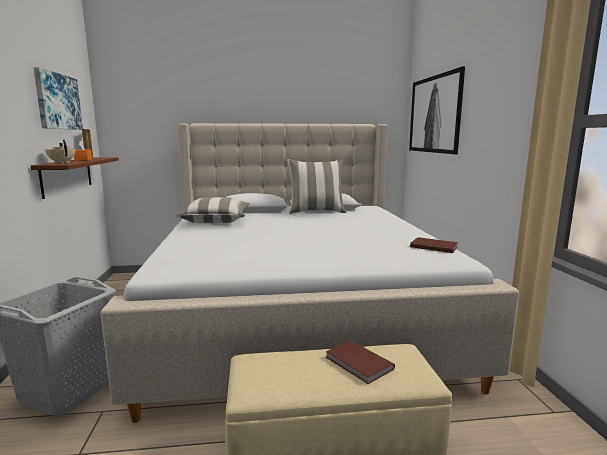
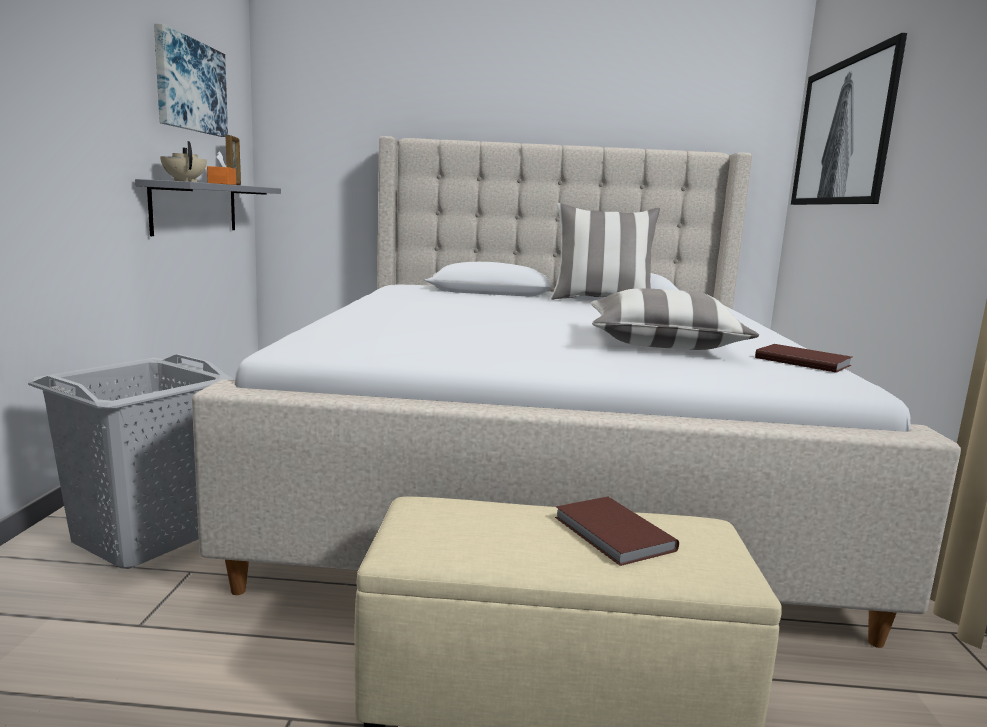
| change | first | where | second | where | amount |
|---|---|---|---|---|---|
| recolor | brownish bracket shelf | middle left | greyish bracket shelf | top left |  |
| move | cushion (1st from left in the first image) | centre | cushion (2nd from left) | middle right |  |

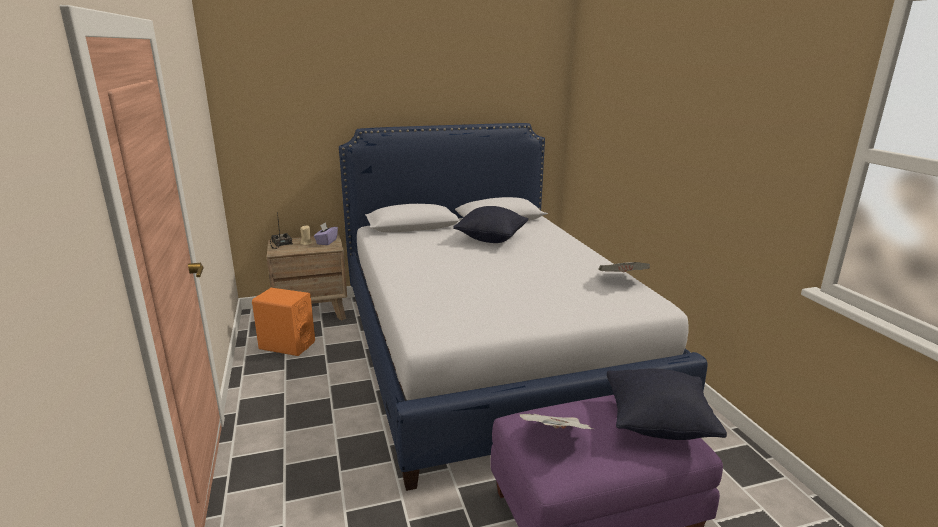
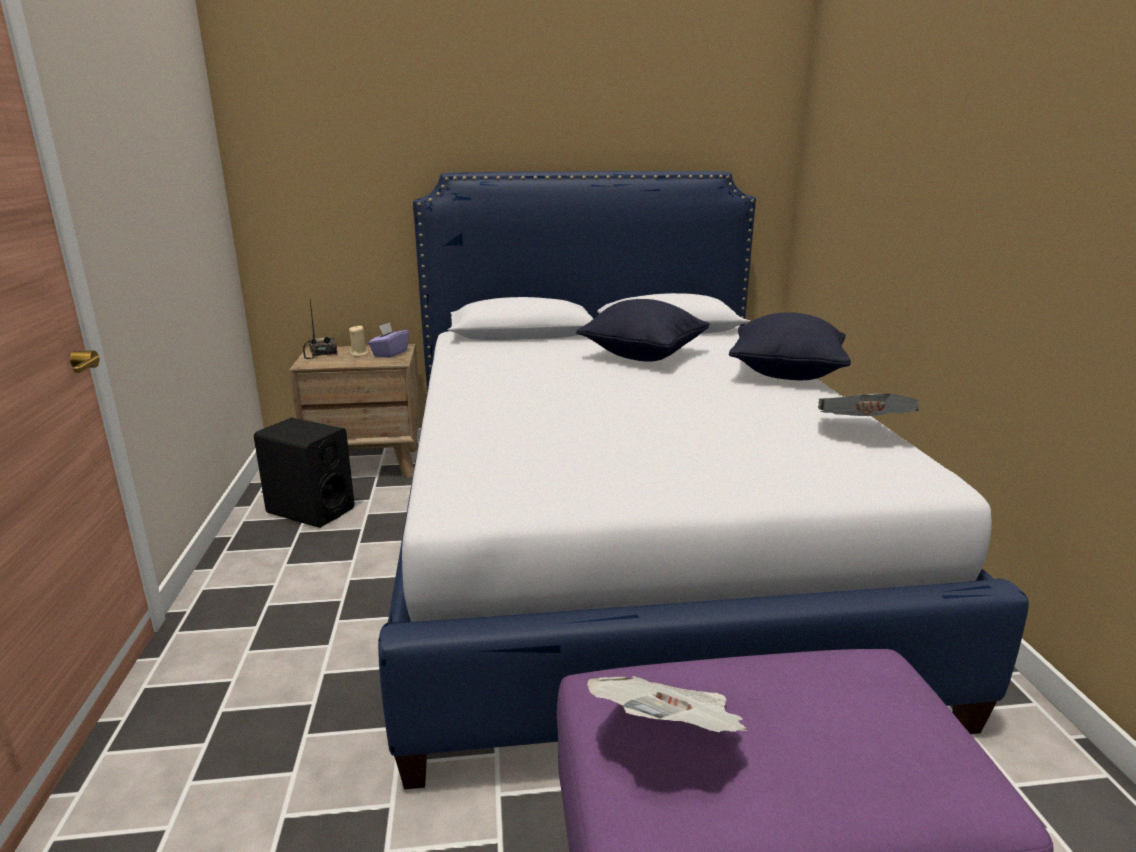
| change | first | where | second | where | amount |
|---|---|---|---|---|---|
| recolor | orange audio speaker | middle left | blackish audio speaker | middle left |  |
| move | blackish cushion (2nd from left) | bottom right |  | middle right |  |

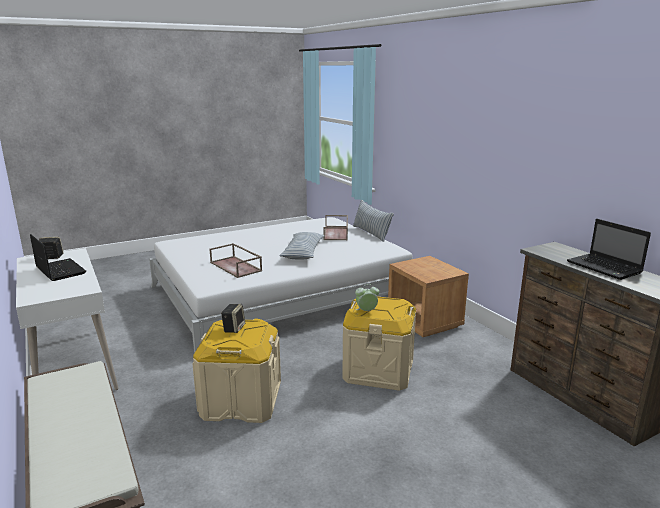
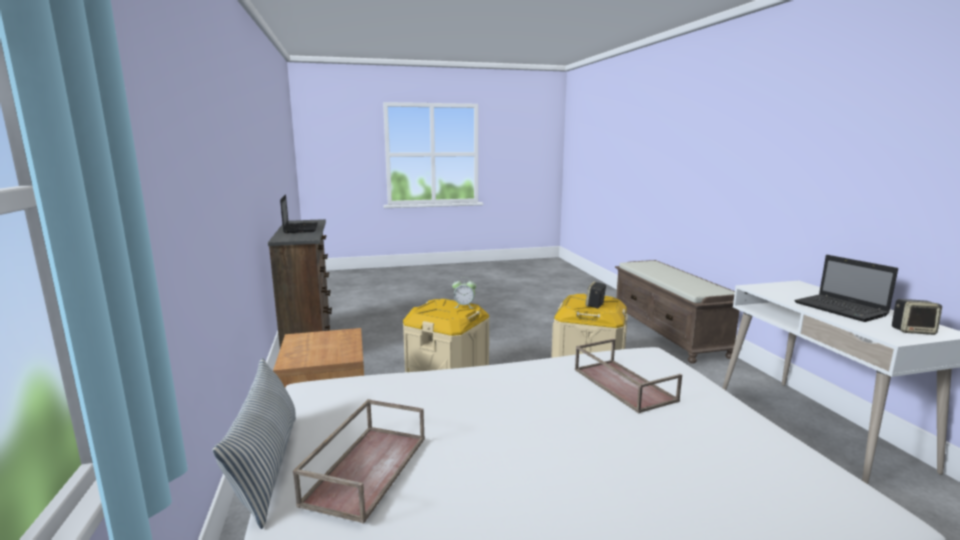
| change | first | where | second | where | amount |
|---|---|---|---|---|---|
| delete | cushion (1st from left) | centre |  |  |  |

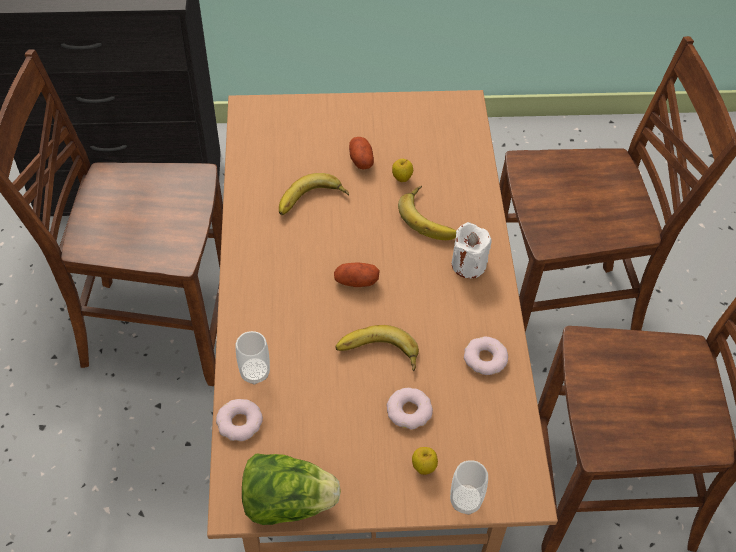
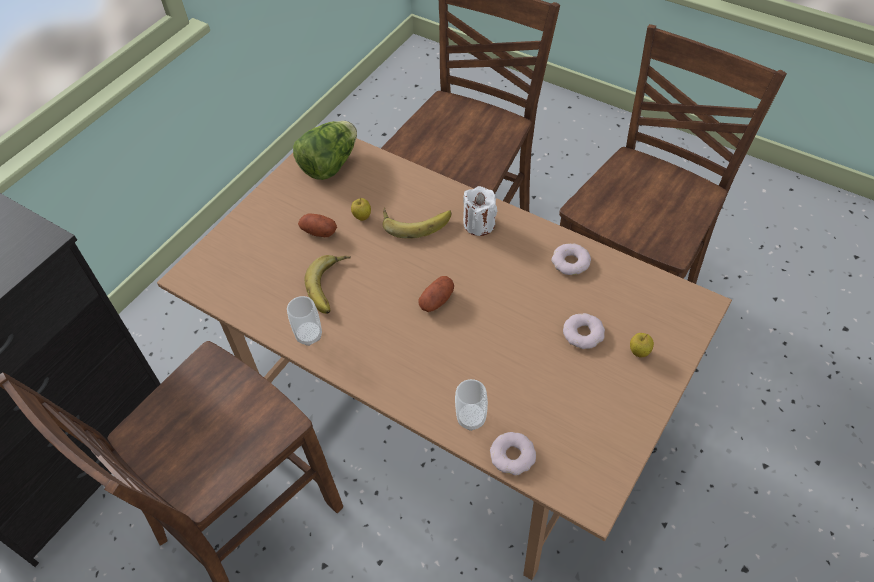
| change | first | where | second | where | amount |
|---|---|---|---|---|---|
| move | head of lettuce | bottom centre |  | top centre |  |
| delete | banana (2nd from left) | centre |  |  |  |
| move | drinking cup (2nd from left in the first image) | bottom centre | drinking cup (1st from left) | centre |  |

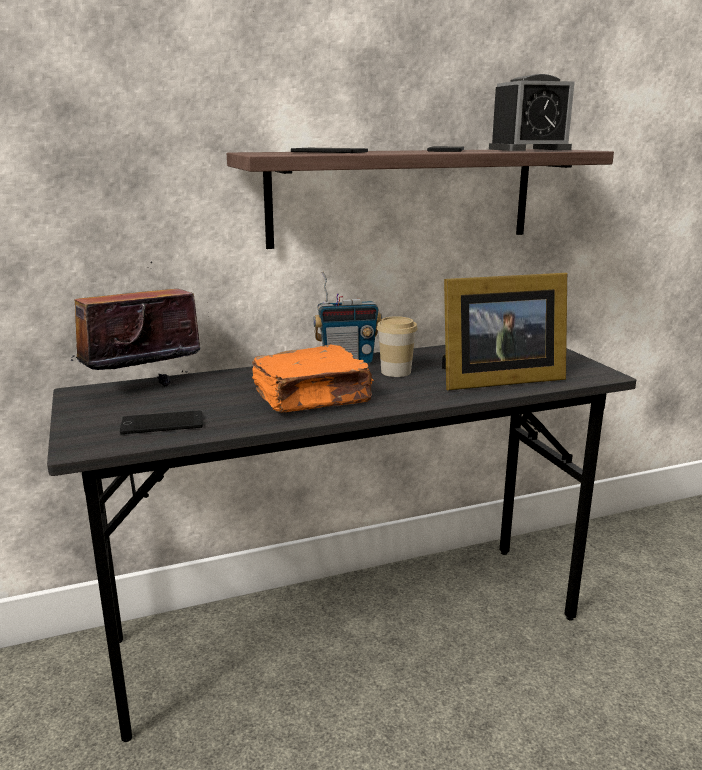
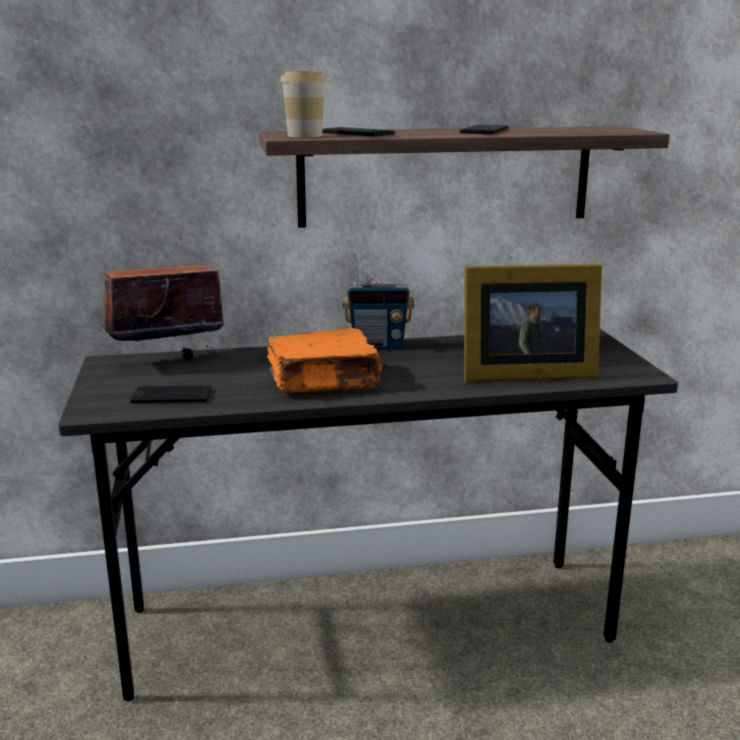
| change | first | where | second | where | amount |
|---|---|---|---|---|---|
| move | drinking cup | centre |  | top centre |  |
| delete | alarm clock | top right |  |  |  |

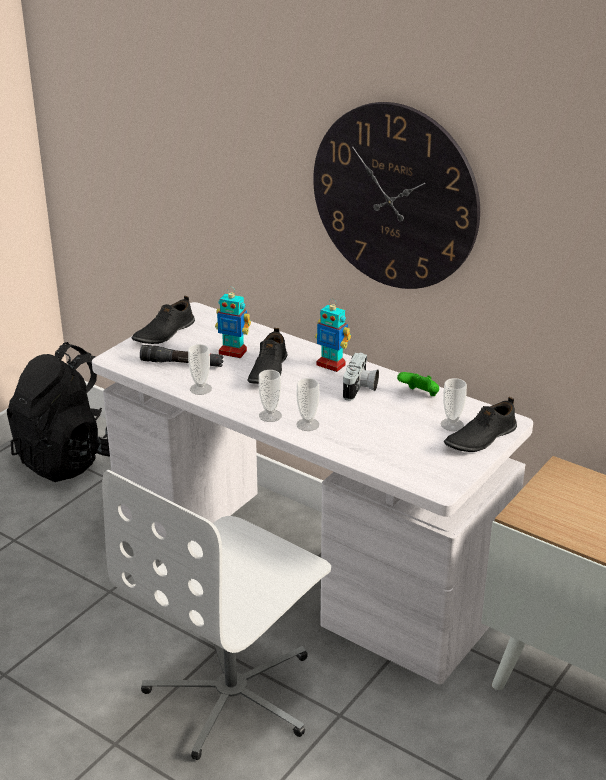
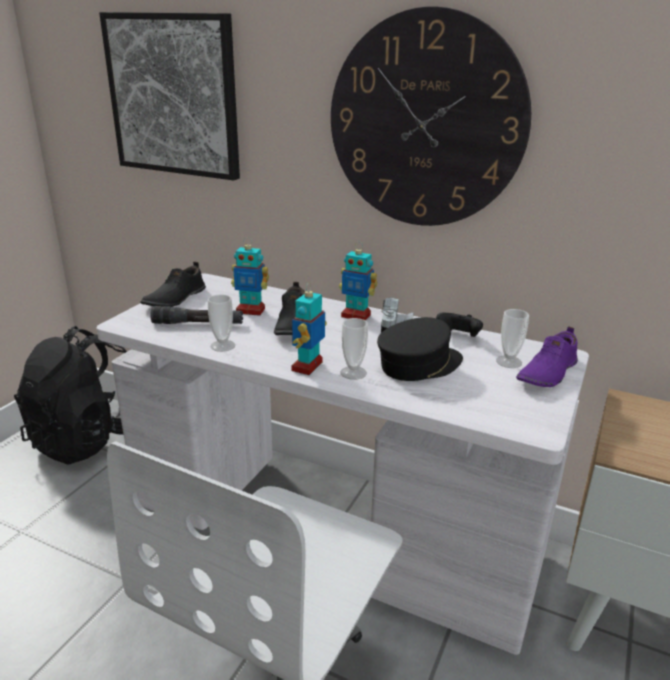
| change | first | where | second | where | amount |
|---|---|---|---|---|---|
| replace | drinking cup (2nd from left) | centre | toy robot (2nd from left) | centre |  |
| recolor | green joypad | middle right | blackish joypad | middle right |  |
| recolor | blackish low shoe (3rd from left) | middle right | purple-coloured low shoe | middle right |  |
| insert |  |  | wall art | top left |  |
| insert |  |  | blackish peaked cap | centre |  |

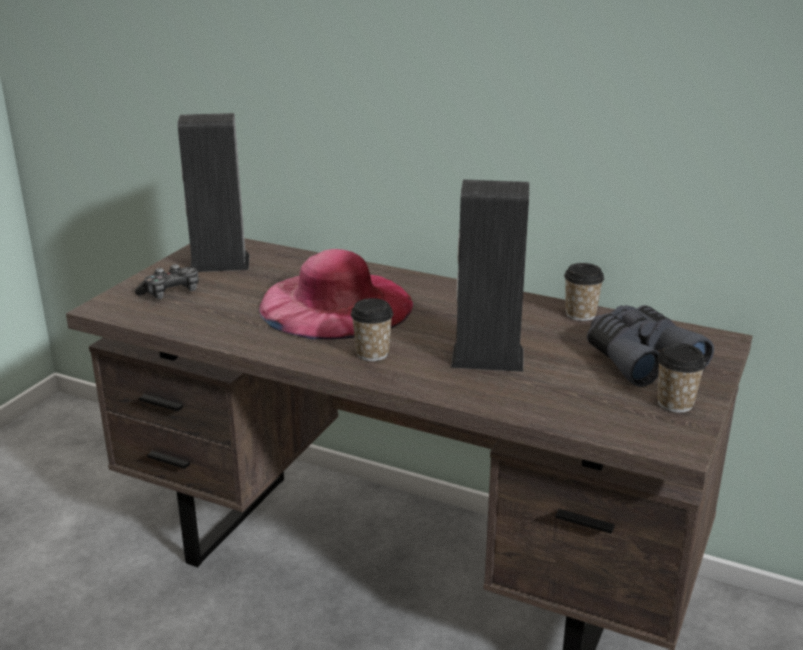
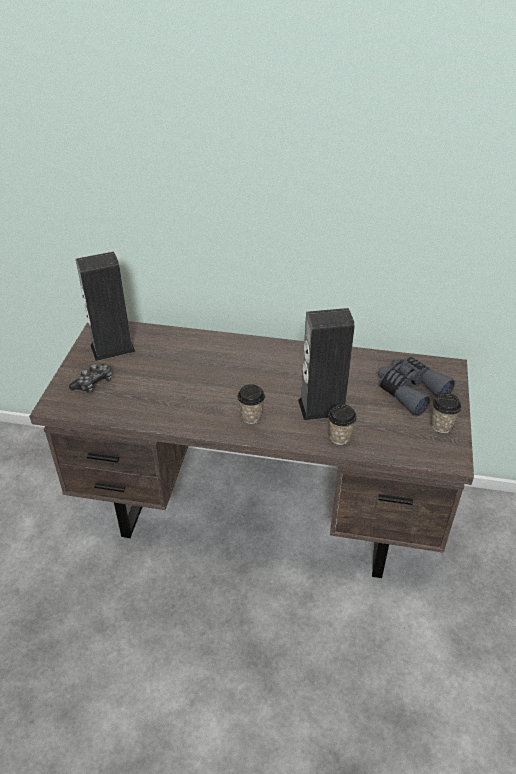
| change | first | where | second | where | amount |
|---|---|---|---|---|---|
| delete | pink-coloured wearable hat | centre |  |  |  |
| move | drinking cup (2nd from left) | middle right |  | centre |  |

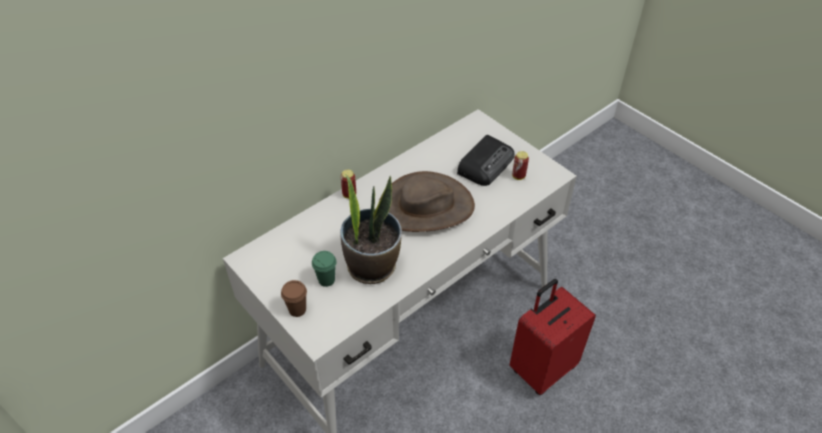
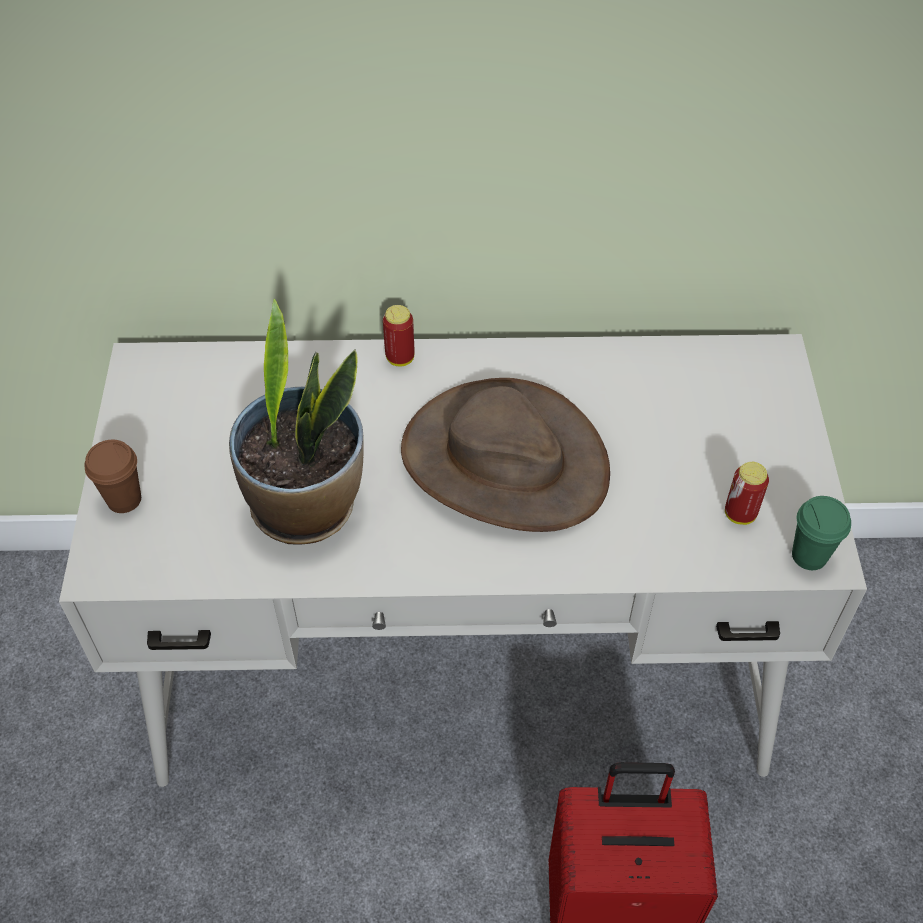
| change | first | where | second | where | amount |
|---|---|---|---|---|---|
| move | green drinking cup | centre |  | middle right |  |
| delete | radio set | centre |  |  |  |

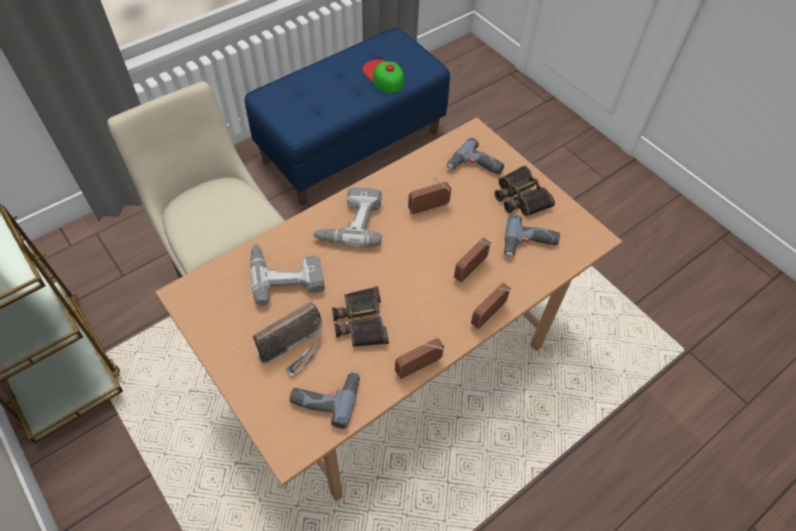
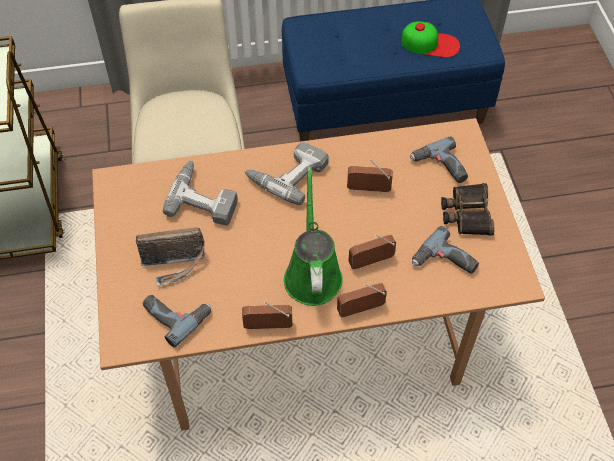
| change | first | where | second | where | amount |
|---|---|---|---|---|---|
| delete | field glasses (1st from left) | centre |  |  |  |
| rotate | peaked cap | top centre |  | top right | 105 degrees clockwise |
| insert |  |  | green watering can | centre |  |

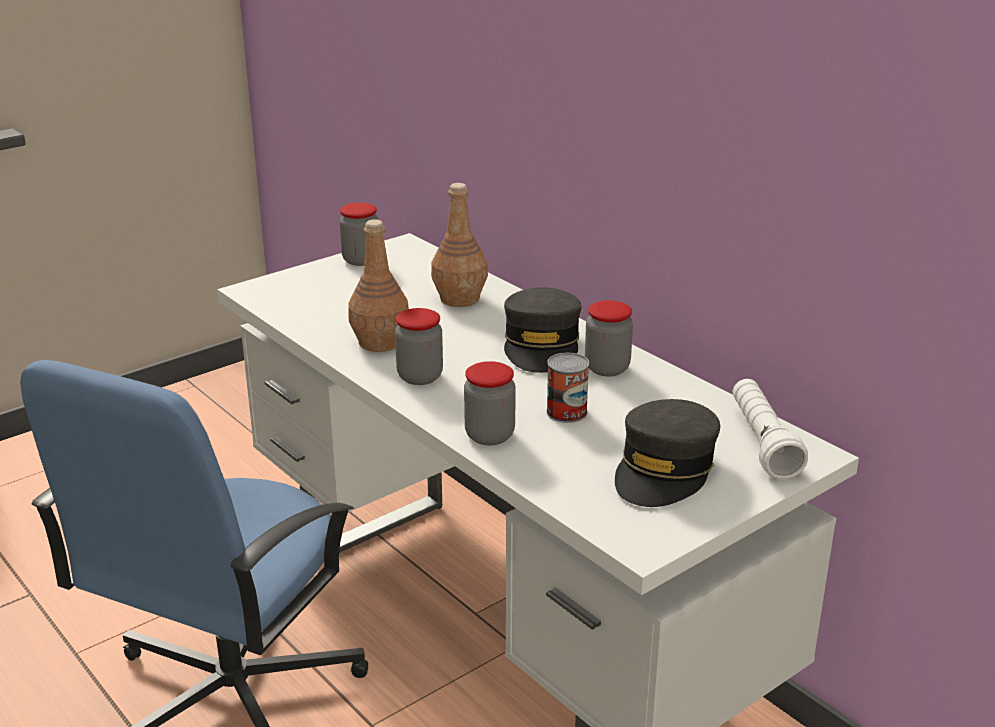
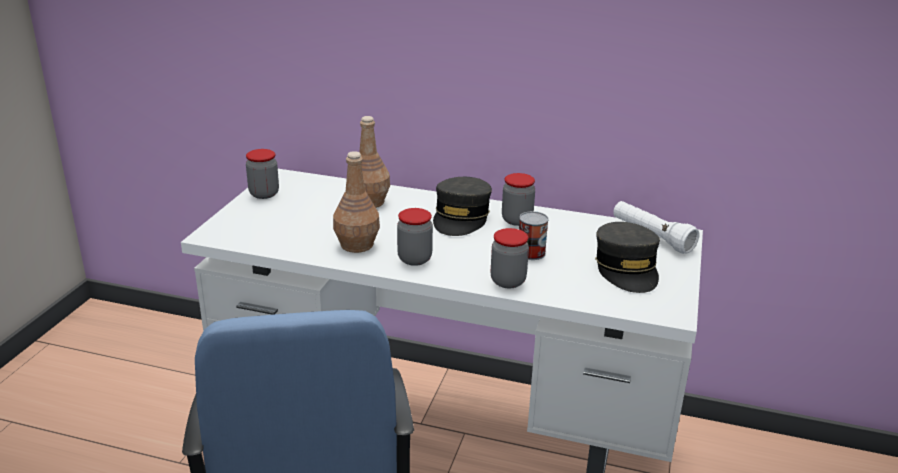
| change | first | where | second | where | amount |
|---|---|---|---|---|---|
| rotate | greyish peaked cap (1st from left) | centre |  | centre | 45 degrees clockwise |

